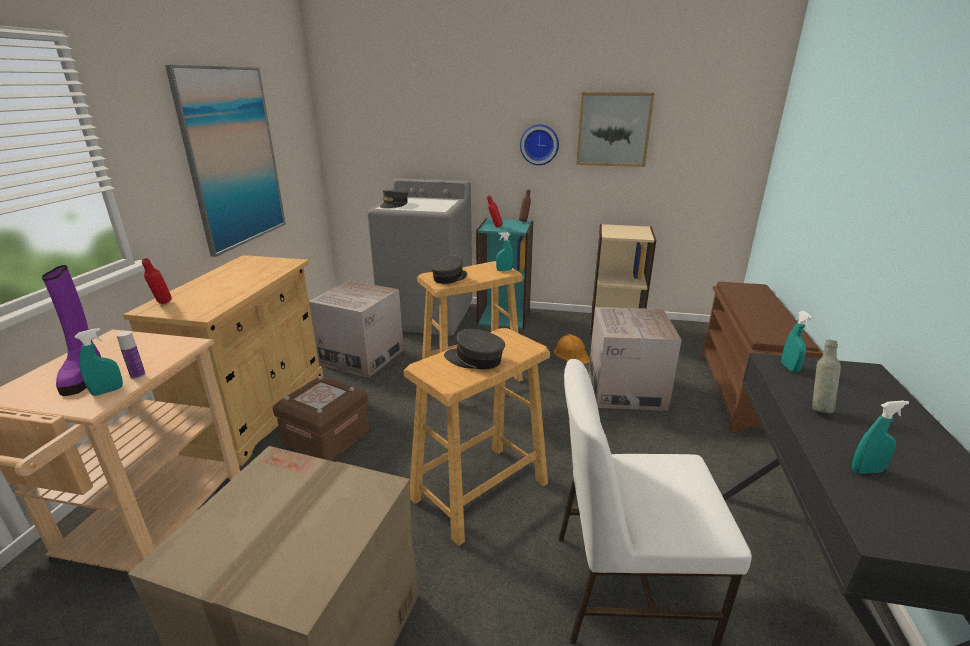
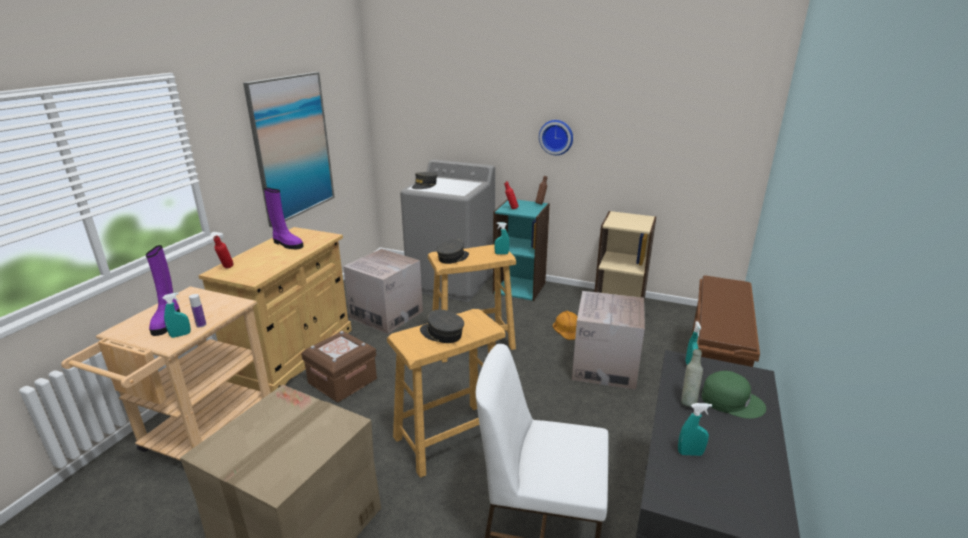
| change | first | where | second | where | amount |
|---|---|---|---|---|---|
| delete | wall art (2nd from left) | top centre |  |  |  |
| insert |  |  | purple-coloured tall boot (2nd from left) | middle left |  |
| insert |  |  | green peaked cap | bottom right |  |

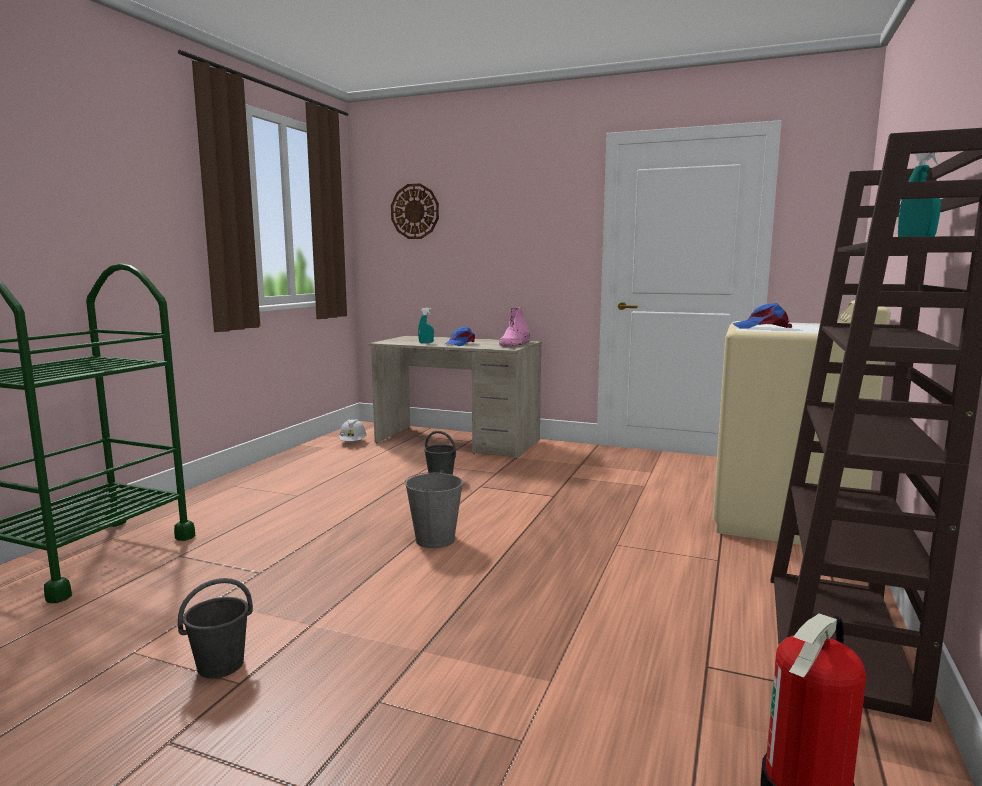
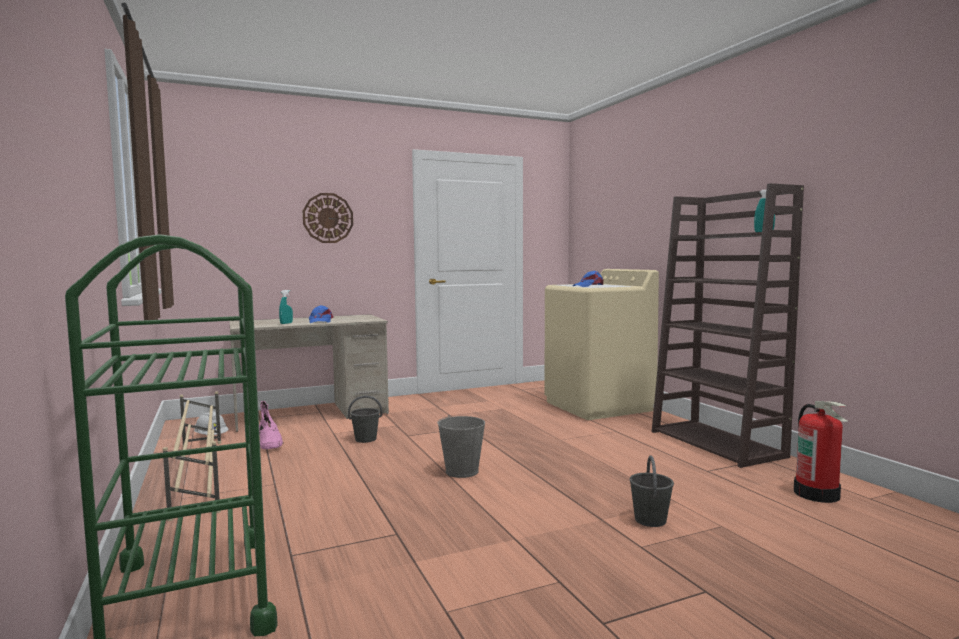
| change | first | where | second | where | amount |
|---|---|---|---|---|---|
| move | greyish pail (1st from left in the first image) | bottom left | greyish pail (3rd from left) | bottom right |  |
| move | clock on the wall | top centre |  | centre |  |
| move | pink-coloured tall boot | centre |  | middle left |  |
| insert |  |  | sand-coloured shoe shelf | bottom left |  |

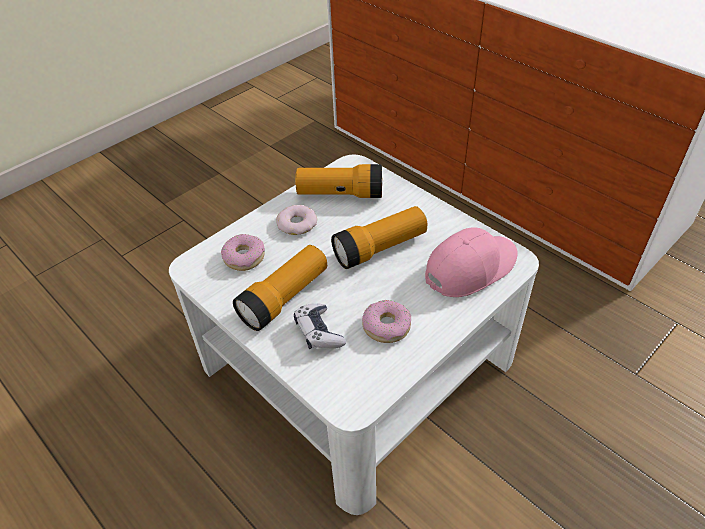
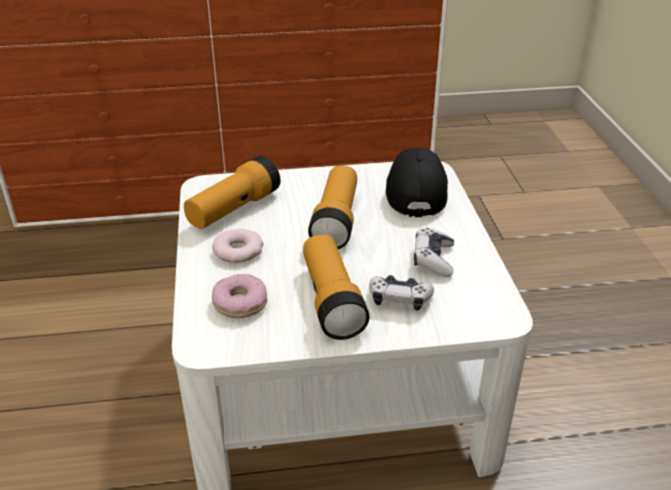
| change | first | where | second | where | amount |
|---|---|---|---|---|---|
| replace | donut (3rd from left) | centre | joypad (2nd from left) | centre |  |
| recolor | pink-coloured peaked cap | middle right | blackish peaked cap | centre |  |

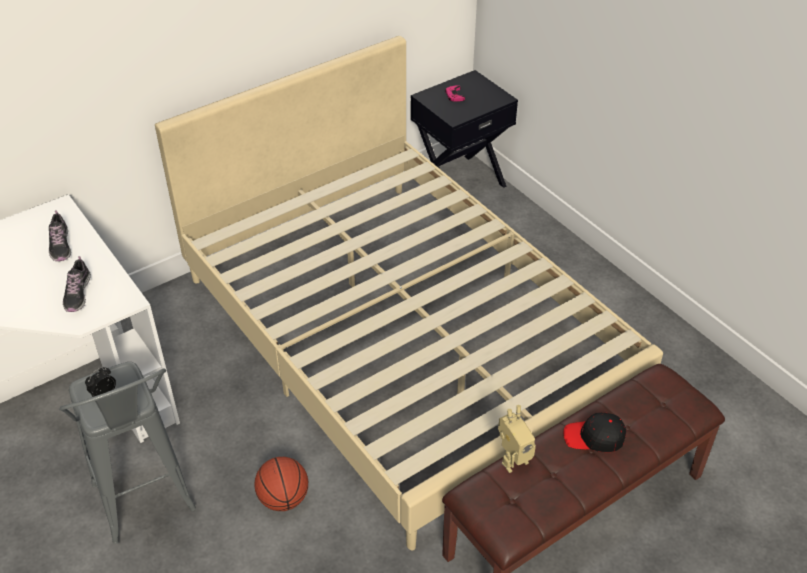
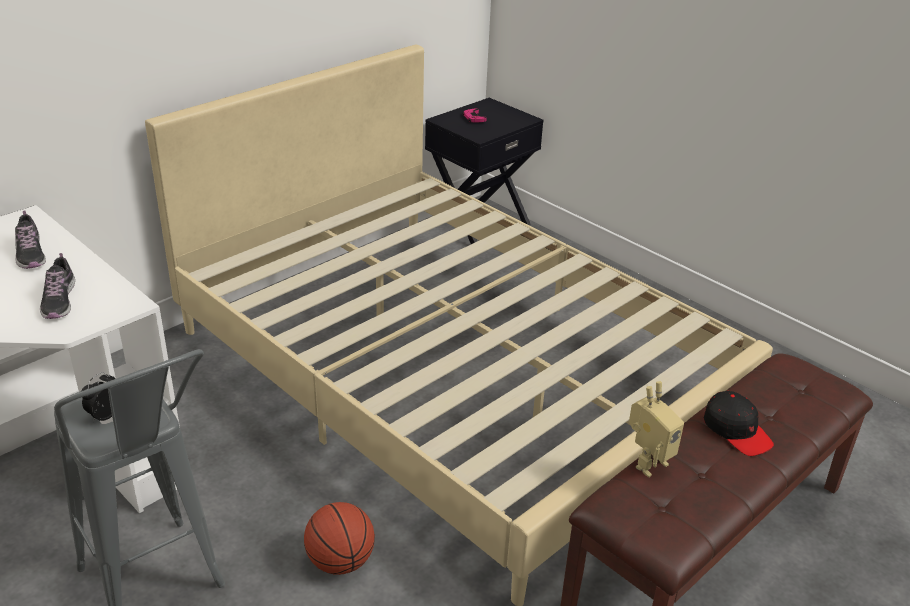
| change | first | where | second | where | amount |
|---|---|---|---|---|---|
| rotate | blackish peaked cap | bottom right |  | bottom right | 120 degrees counterclockwise |

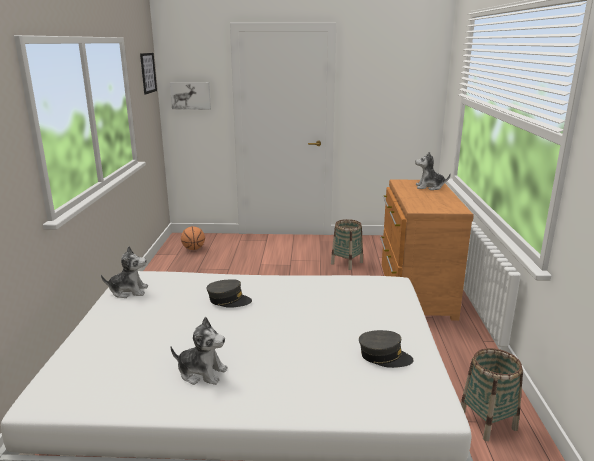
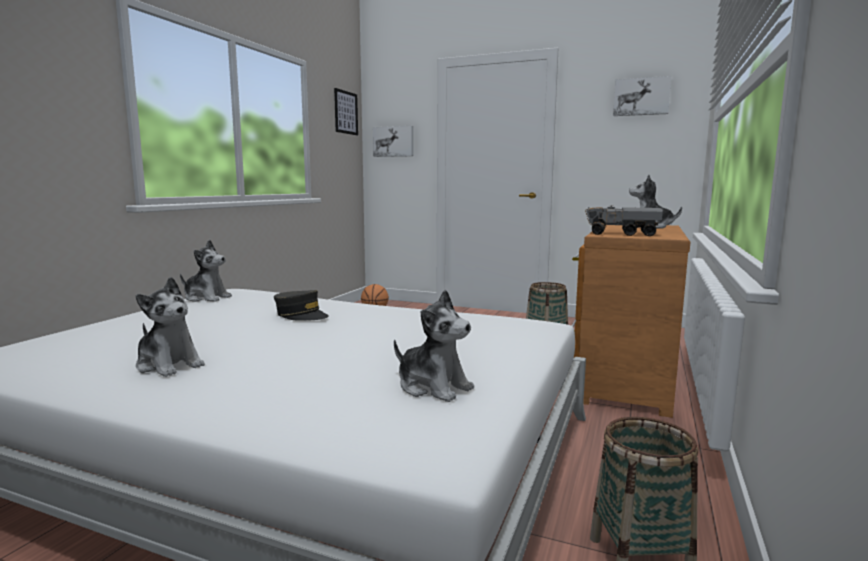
| change | first | where | second | where | amount |
|---|---|---|---|---|---|
| replace | greyish peaked cap (2nd from left) | bottom centre | plush toy (3rd from left) | centre |  |
| insert |  |  | toy truck | middle right |  |
| insert |  |  | wall art (3rd from left) | top right |  |

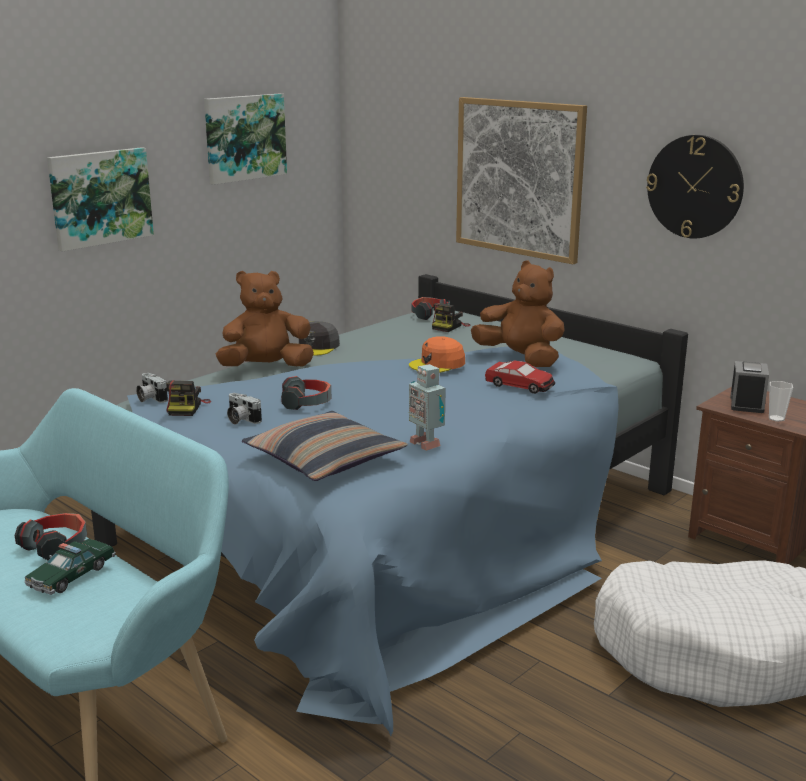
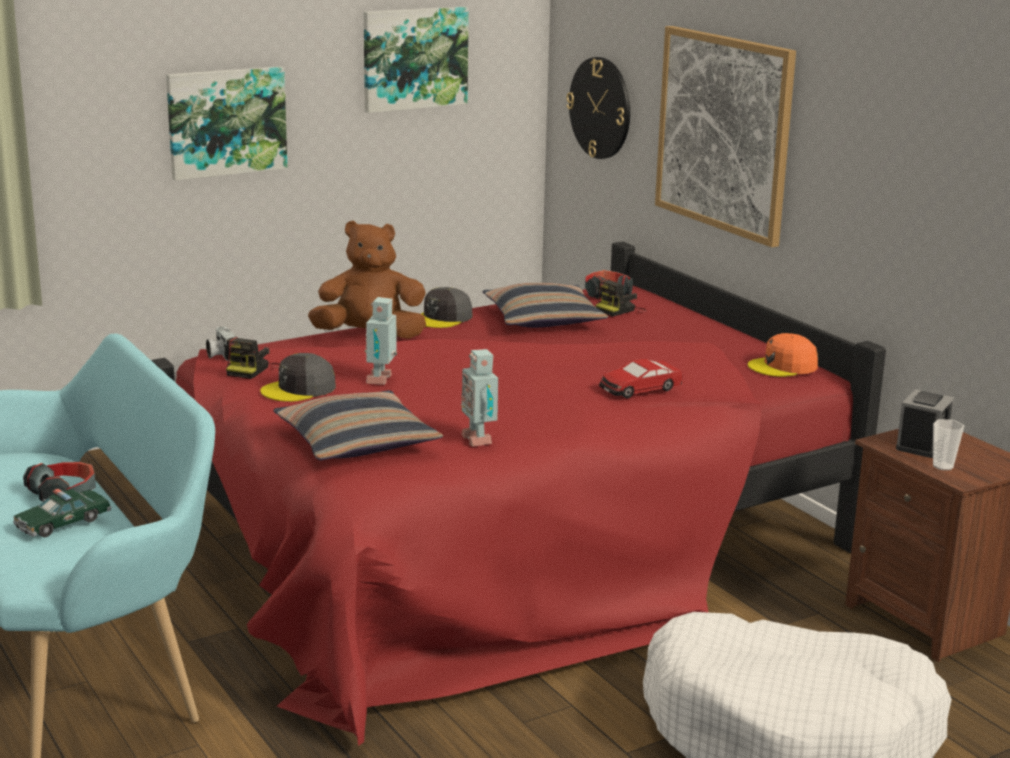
| change | first | where | second | where | amount |
|---|---|---|---|---|---|
| recolor | blue-coloured sleeping bed | centre | reddish sleeping bed | centre |  |
| replace | still camera (3rd from left) | middle left | greyish peaked cap (1st from left) | middle left |  |
| replace | headset (2nd from left) | centre | toy robot (1st from left) | centre |  |
| move | orange peaked cap | centre |  | middle right |  |
| delete | brownish plush toy (2nd from left) | centre |  |  |  |
| rotate | miniature car (2nd from left) | centre |  | centre | 105 degrees clockwise |
| move | clock on the wall | top right |  | top centre |  |
| insert |  |  | cushion (2nd from left) | centre |  |

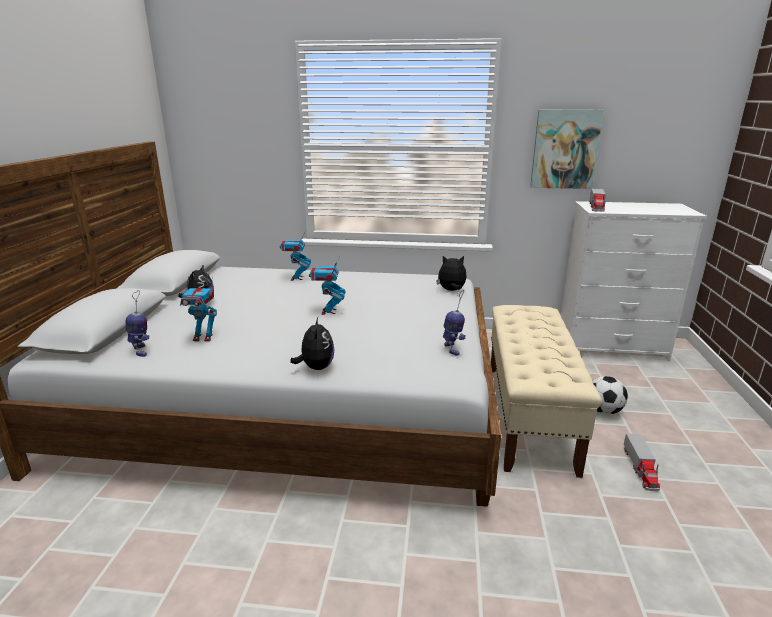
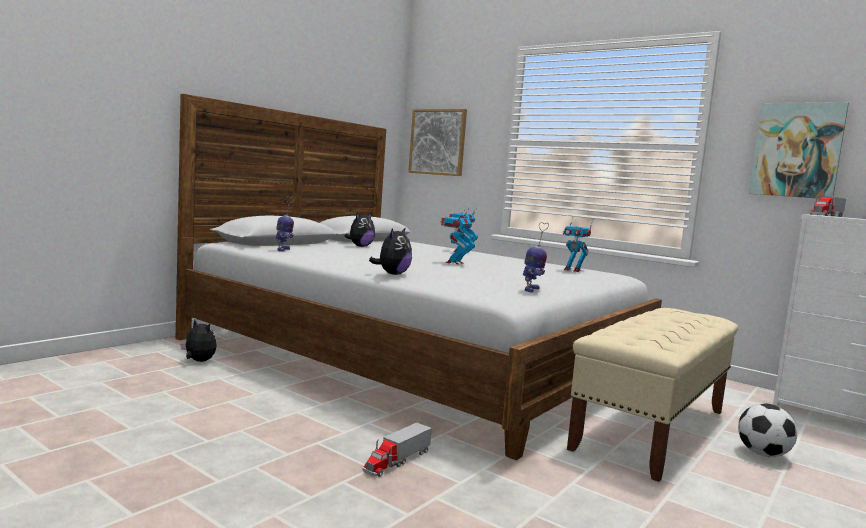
| change | first | where | second | where | amount |
|---|---|---|---|---|---|
| move | toy robot (2nd from left in the first image) | middle left | toy robot (5th from left) | middle right |  |
| move | plush toy (3rd from left in the first image) | centre | plush toy (1st from left) | middle left |  |
| move | toy truck (2nd from left in the first image) | bottom right | toy truck (1st from left) | bottom centre |  |
| insert |  |  | wall art (1st from left) | top centre |  |

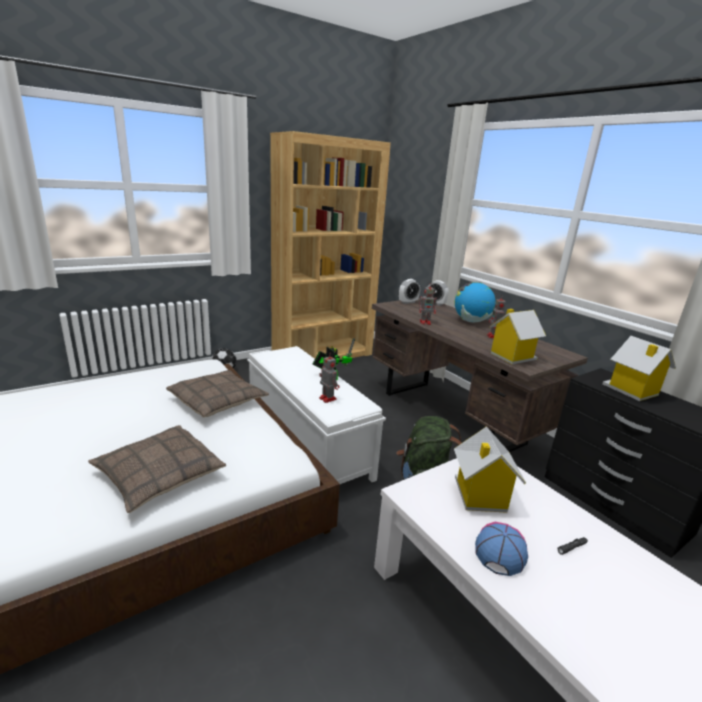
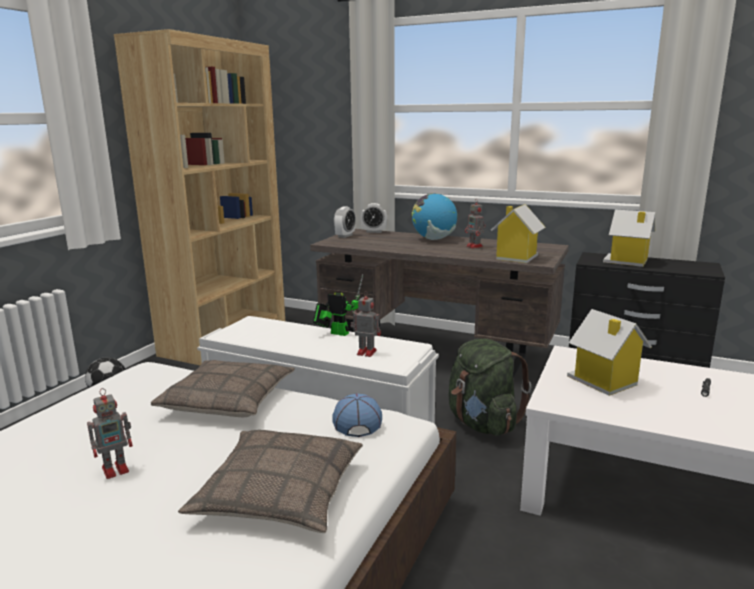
| change | first | where | second | where | amount |
|---|---|---|---|---|---|
| move | toy robot (3rd from left in the first image) | centre | toy robot (1st from left) | bottom left |  |
| move | peaked cap | bottom right |  | bottom centre |  |

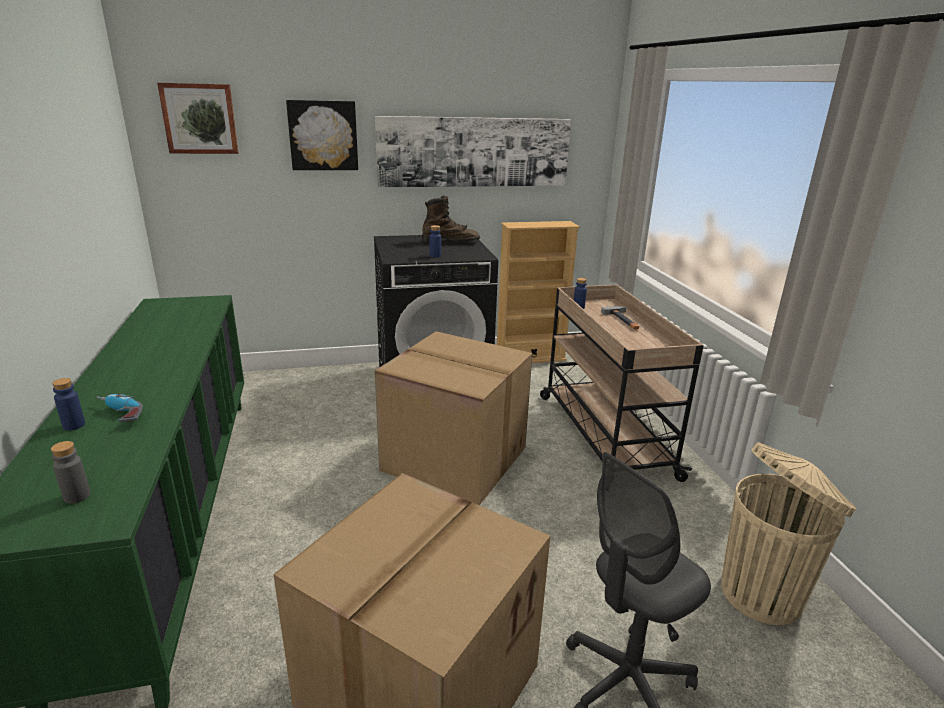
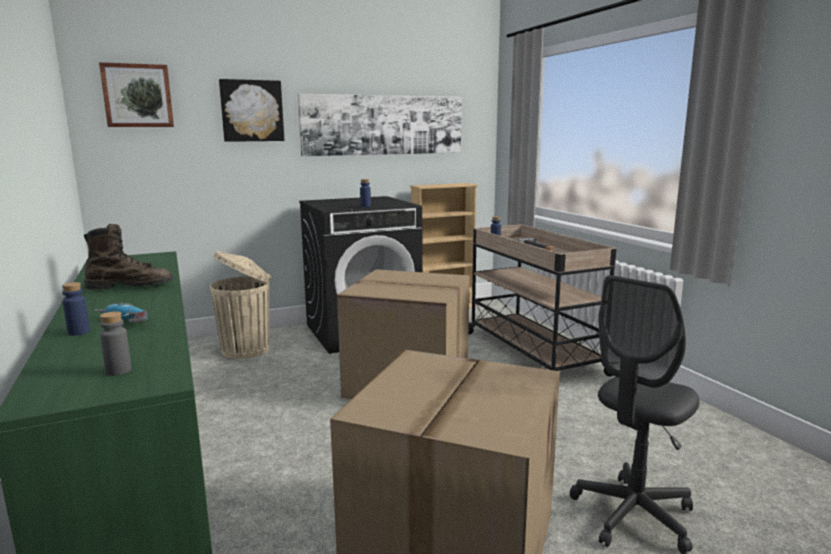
| change | first | where | second | where | amount |
|---|---|---|---|---|---|
| move | brownish tall boot | top centre |  | middle left |  |
| move | sand-coloured rubbish bin | bottom right |  | middle left |  |

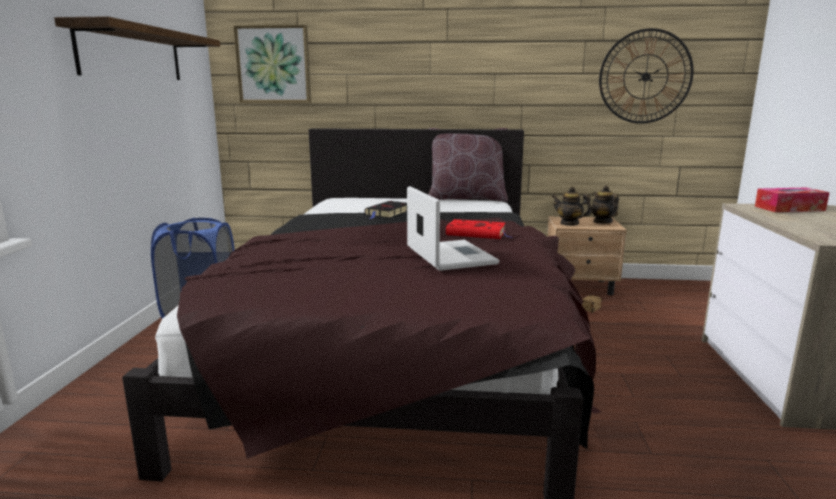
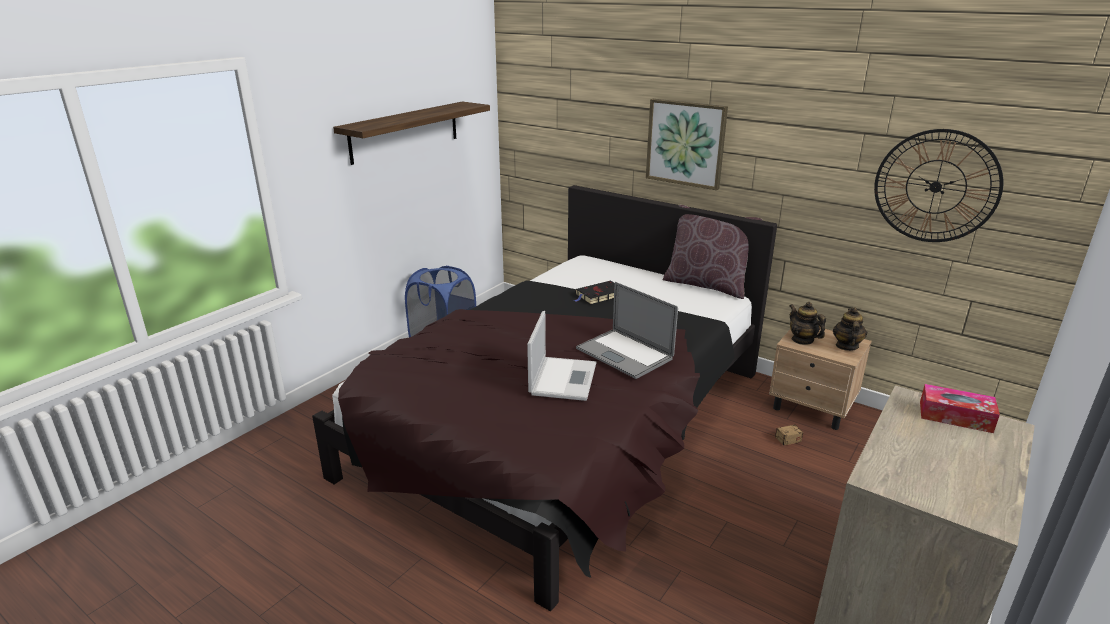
| change | first | where | second | where | amount |
|---|---|---|---|---|---|
| move | wall art | top left |  | top centre |  |
| replace | reddish book | centre | portable computer (2nd from left) | centre |  |

